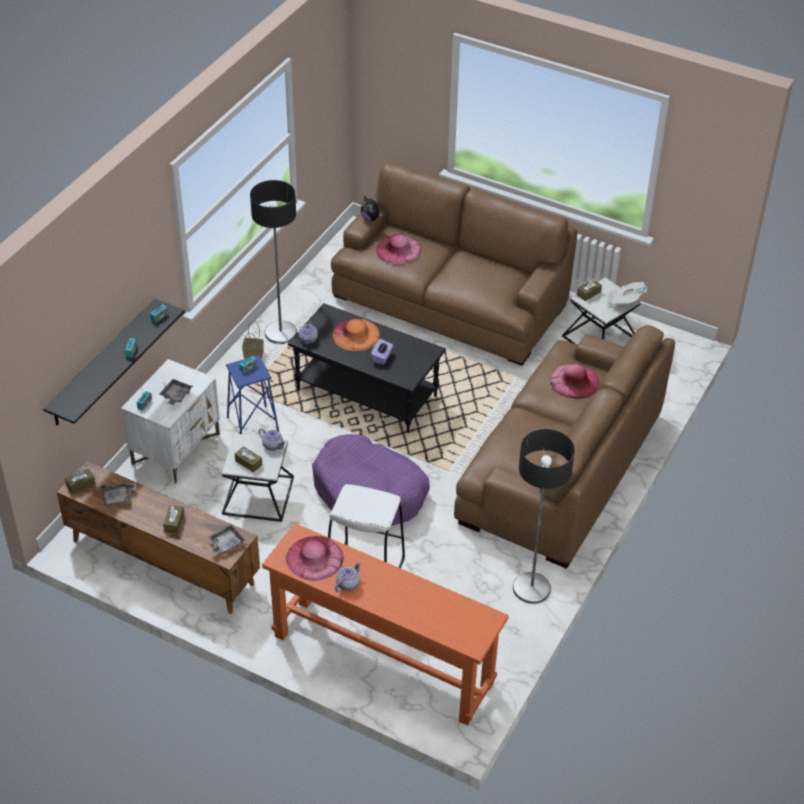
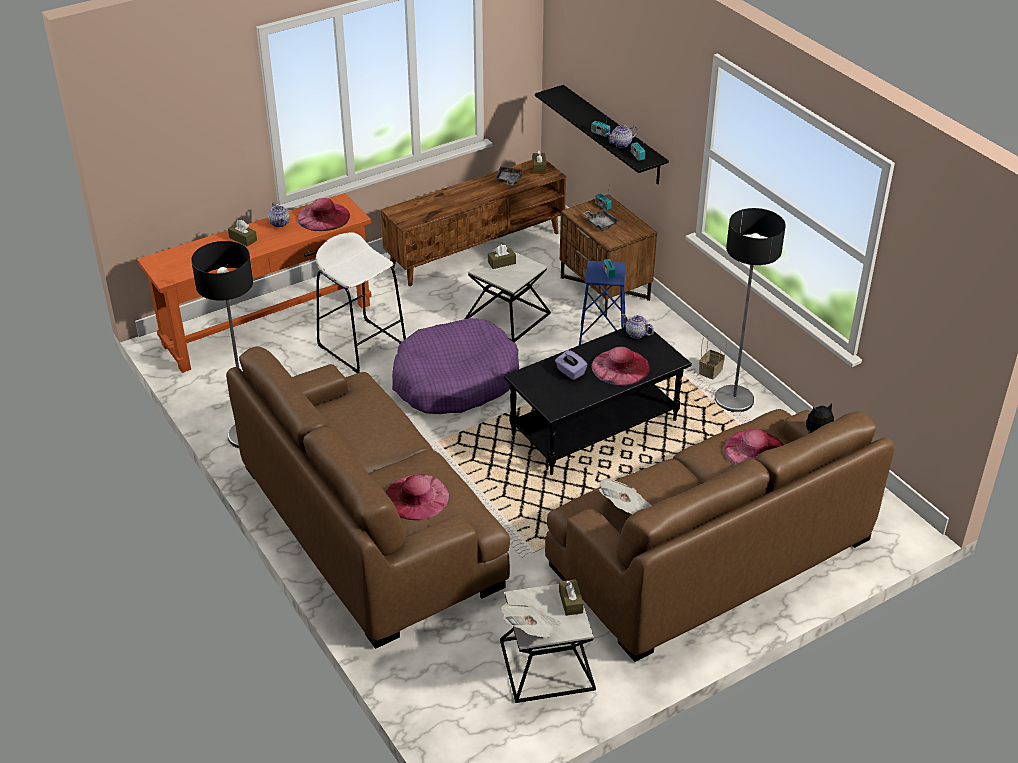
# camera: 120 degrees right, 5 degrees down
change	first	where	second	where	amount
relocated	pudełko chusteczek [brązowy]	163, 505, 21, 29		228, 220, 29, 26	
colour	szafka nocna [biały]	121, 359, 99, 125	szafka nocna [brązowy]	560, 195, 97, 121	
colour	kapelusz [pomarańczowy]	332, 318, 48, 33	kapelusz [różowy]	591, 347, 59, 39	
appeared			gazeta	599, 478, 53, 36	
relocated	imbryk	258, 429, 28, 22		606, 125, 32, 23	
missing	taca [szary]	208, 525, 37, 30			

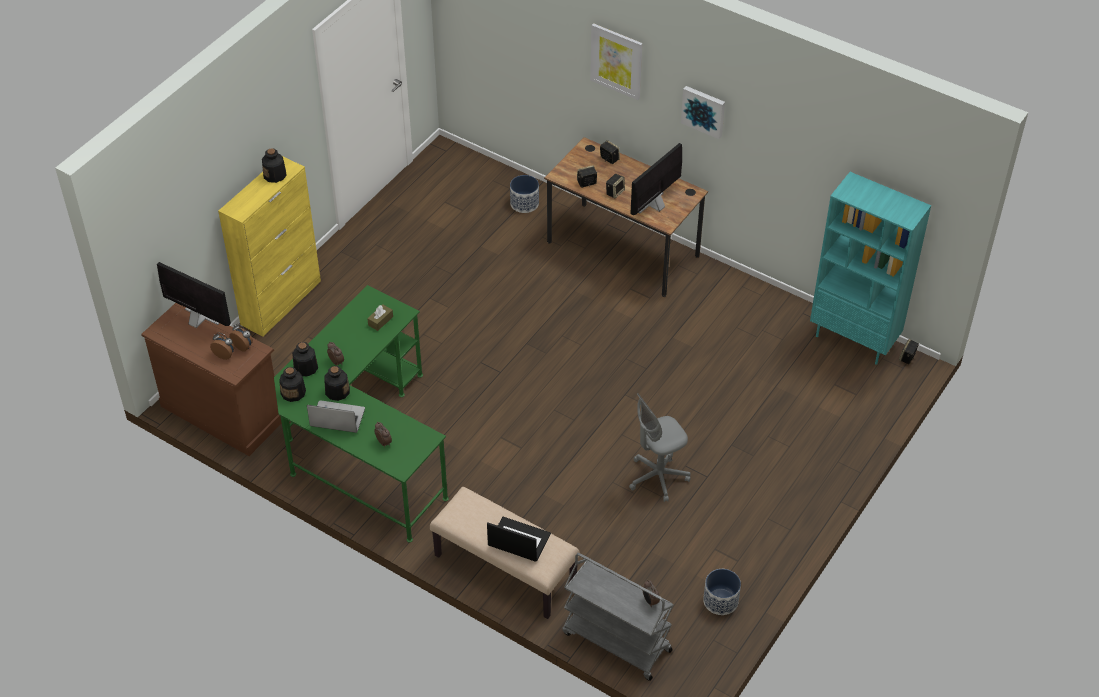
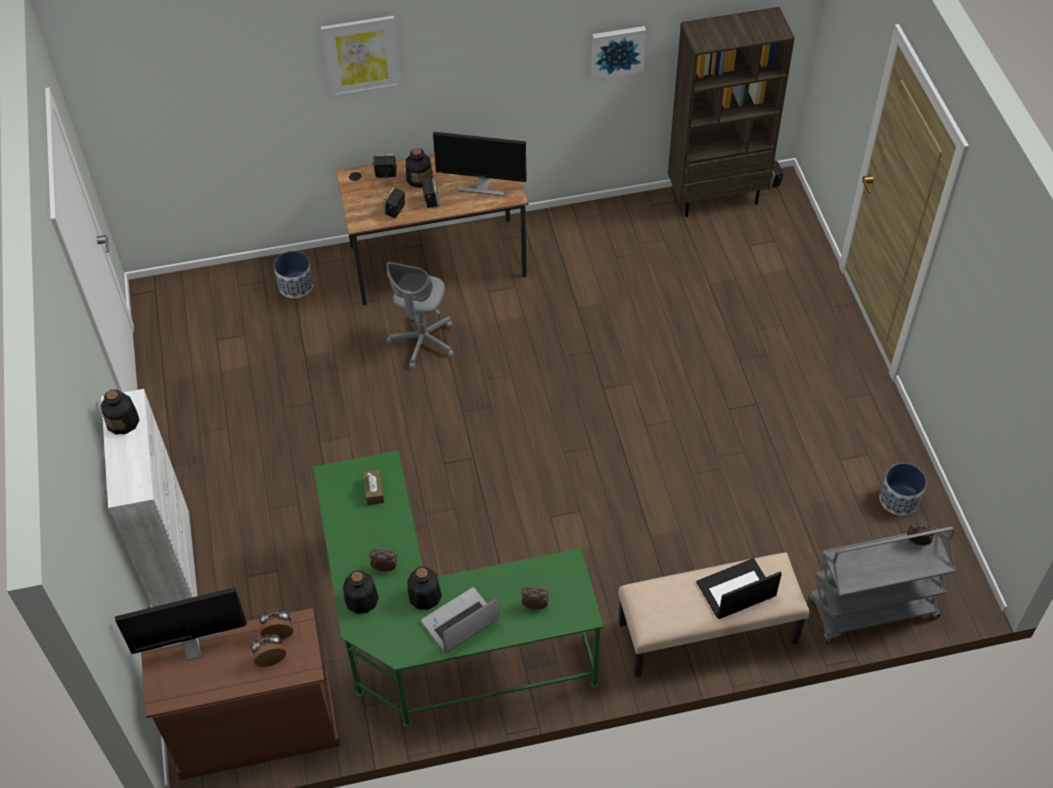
# camera: 45 degrees left, 5 degrees up
change	first	where	second	where	amount
colour	szafka [żółty]	218, 157, 103, 180	szafka [biały]	101, 389, 96, 218	
relocated	krzesło biurowe [szary]	629, 393, 62, 109		387, 262, 67, 107	
relocated	butelka	279, 367, 27, 35		406, 148, 27, 40	
spun	monitor	630, 143, 52, 72		433, 132, 94, 64	75 degrees counterclockwise
relocated	obraz	681, 86, 44, 53		591, 26, 55, 54	
colour	regał [turkusowy]	810, 172, 121, 192	regał [brązowy]	668, 7, 127, 210	

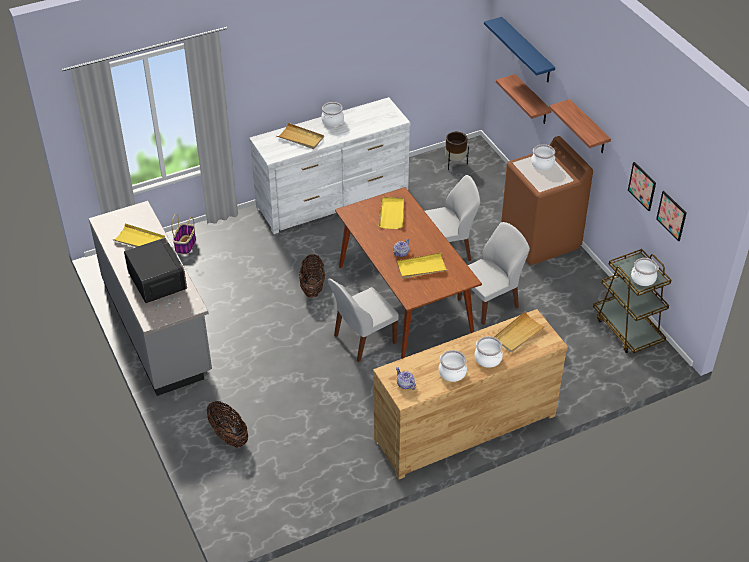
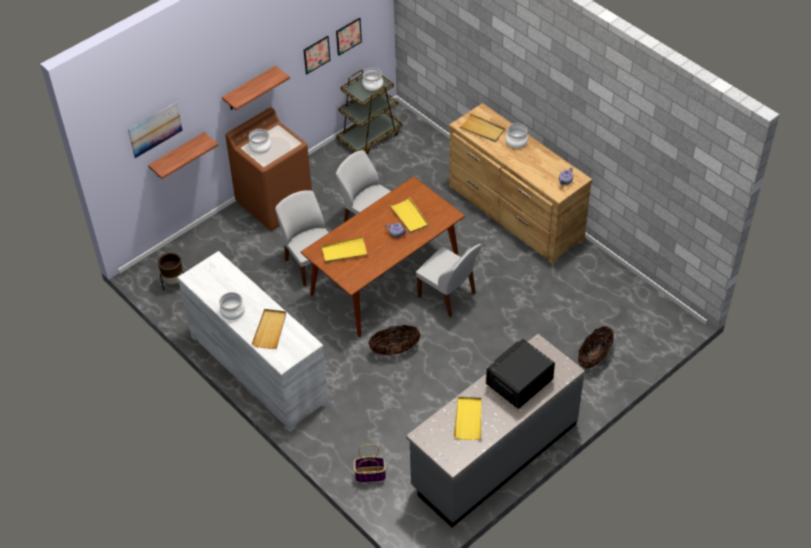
# camera: 105 degrees left, 5 degrees up
change	first	where	second	where	amount
exchanged	półka [niebieski]	484, 17, 71, 65	obraz	128, 102, 55, 56	
missing	garnek	439, 350, 28, 32			

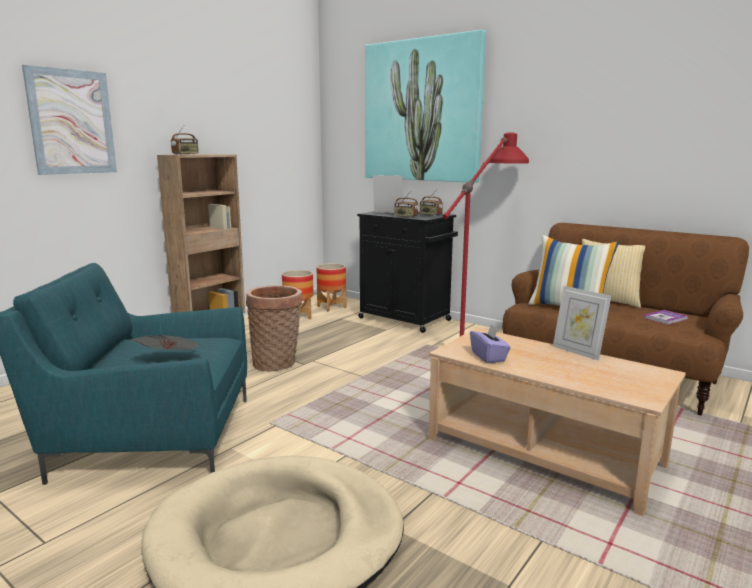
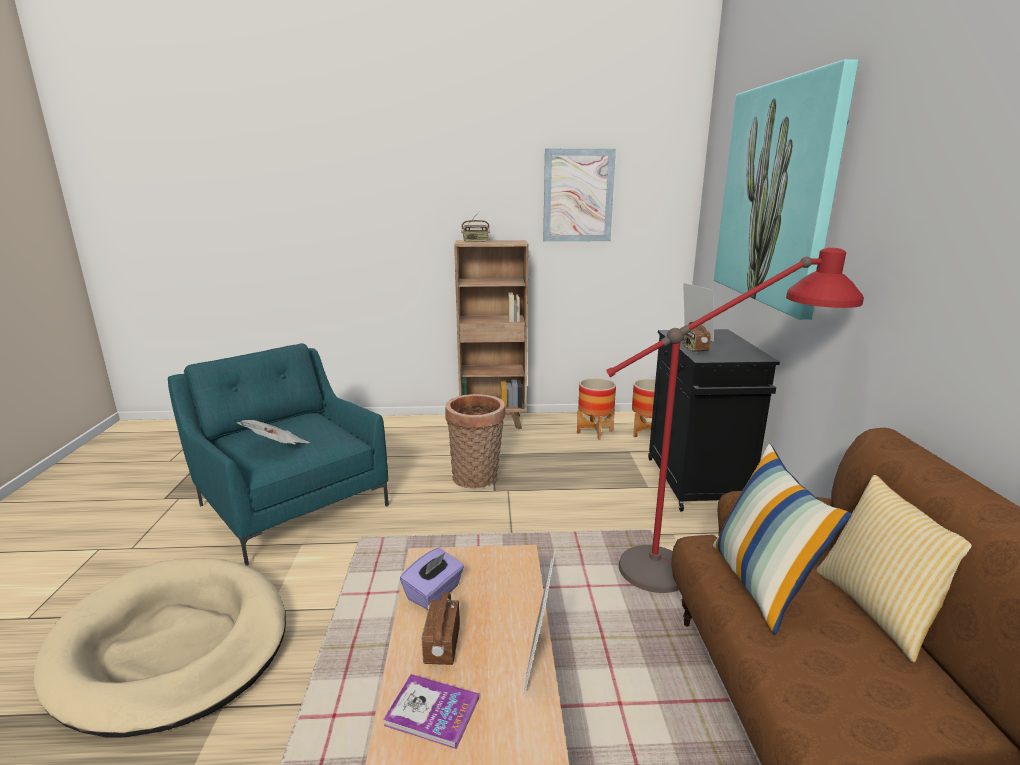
# camera: 50 degrees right, 5 degrees up
change	first	where	second	where	amount
relocated	książka	644, 310, 44, 15		383, 674, 96, 75	
relocated	radio	420, 189, 23, 27		421, 592, 39, 73	
relocated	obraz	22, 65, 95, 110		543, 149, 73, 93	

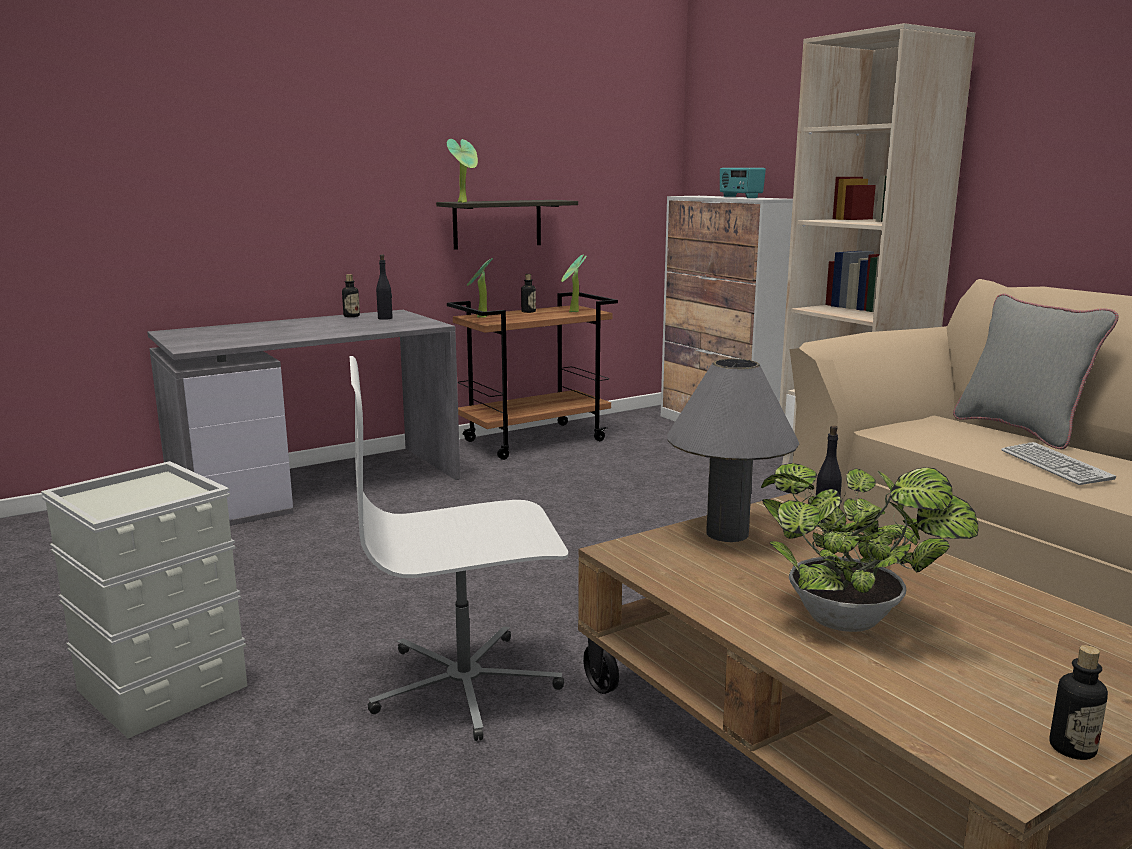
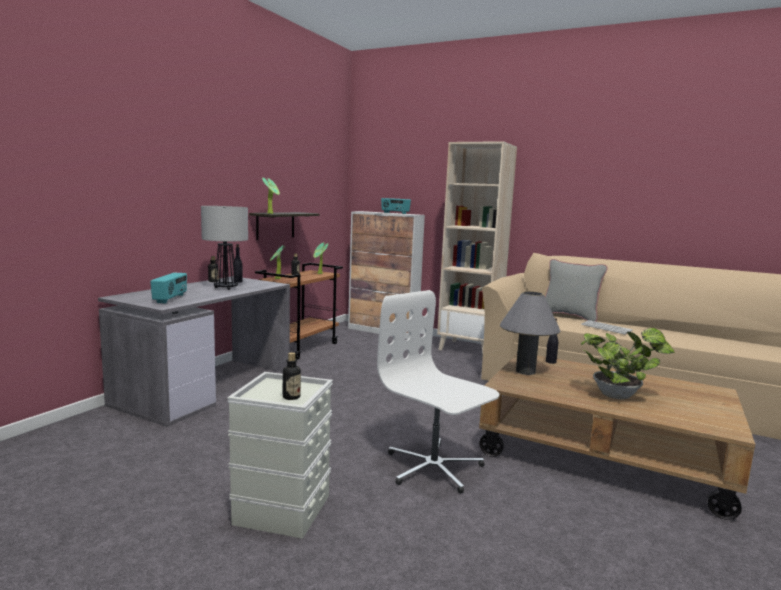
# camera: 30 degrees left, 5 degrees down
change	first	where	second	where	amount
appeared			radio	150, 273, 37, 31	
appeared			lampa stołowa	201, 206, 47, 84	
relocated	butelka	1049, 645, 59, 115		283, 352, 18, 48	
spun	krzesło biurowe [biały]	350, 356, 218, 385		377, 290, 122, 204	90 degrees clockwise

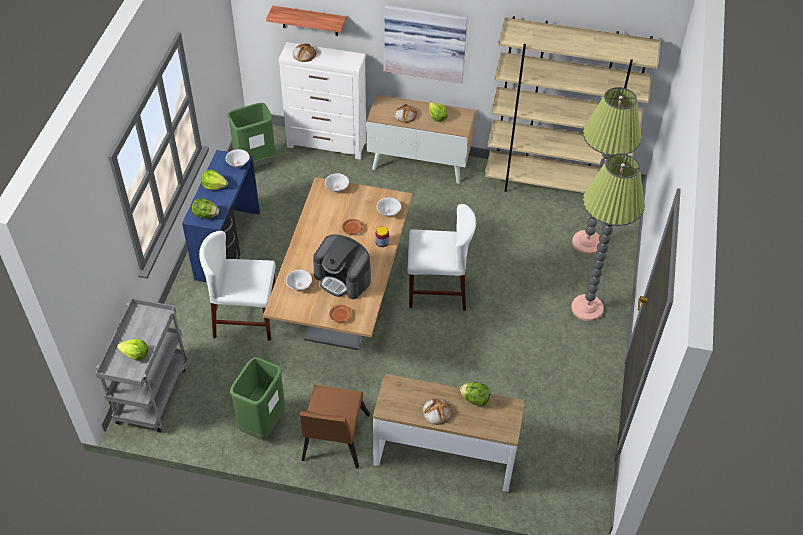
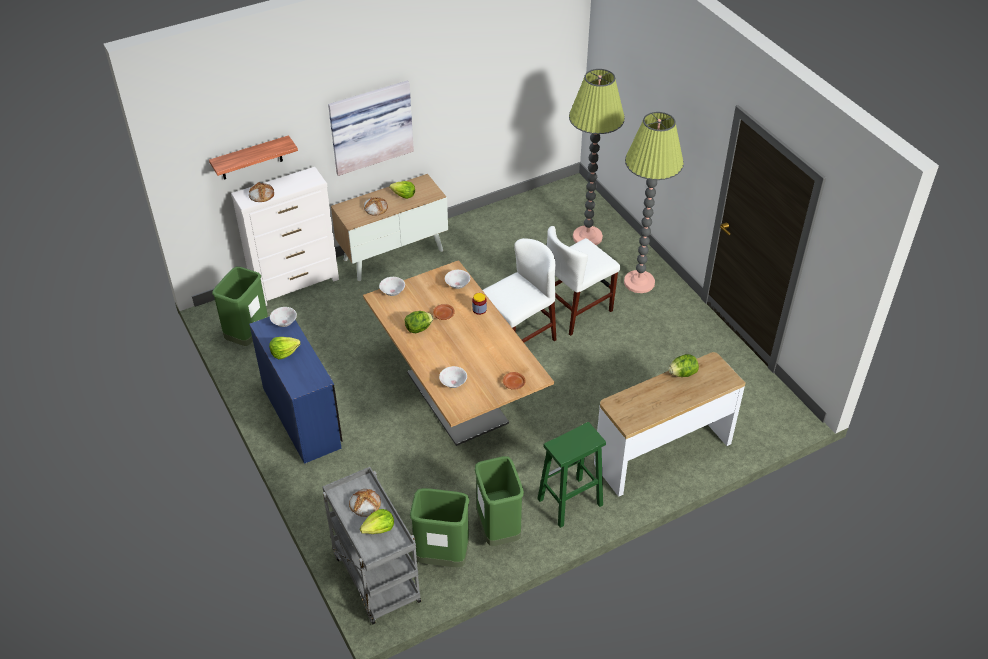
# camera: 40 degrees left, 5 degrees down
change	first	where	second	where	amount
relocated	chleb	423, 398, 29, 27		349, 489, 32, 28	
relocated	sałata	192, 199, 27, 20		405, 311, 28, 22	
appeared			kosz na śmieci [zielony]	410, 488, 59, 79	
exchanged	krzesło [brązowy]	300, 385, 70, 84	stołek [zielony]	537, 422, 69, 106	
relocated	krzesło [biały]	199, 231, 77, 110		547, 226, 73, 110	
missing	ekspres do kawy	313, 234, 58, 65			
missing	regał [beżowy]	484, 16, 177, 177			

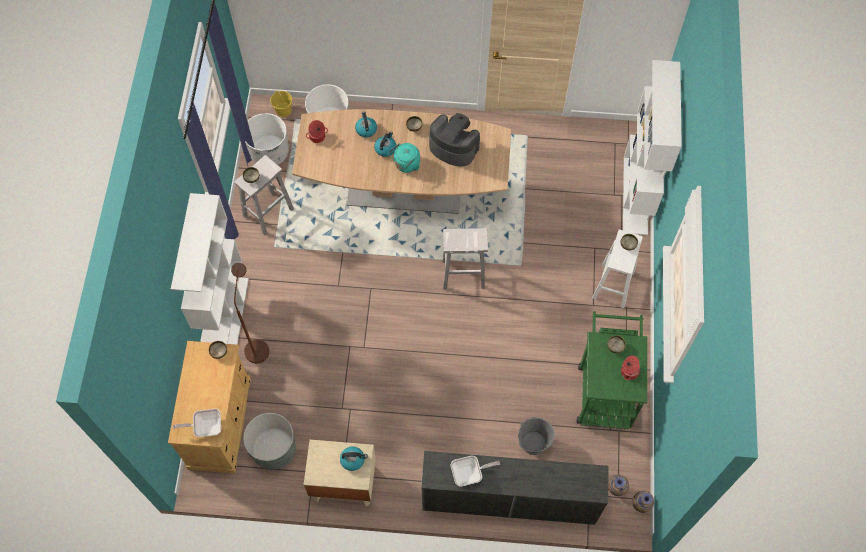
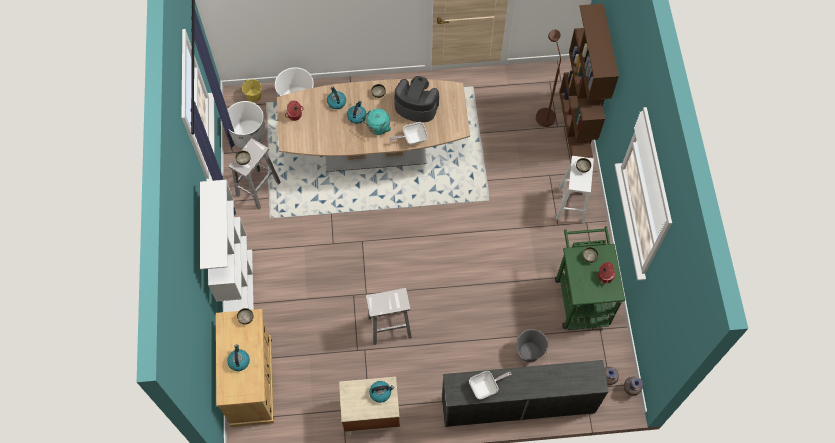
# camera: 10 degrees left, 0 degrees up
change	first	where	second	where	amount
appeared			czajnik	227, 344, 23, 27	
relocated	stołek [biały]	442, 228, 46, 62		366, 288, 46, 57	
relocated	patelnia	173, 409, 48, 28		389, 122, 39, 23	
relocated	lampa stojąca [brązowy]	231, 263, 38, 100		536, 29, 25, 98	
colour	regał [biały]	623, 60, 59, 175	regał [brązowy]	559, 3, 60, 156	
missing	donica [szary]	243, 413, 53, 57			

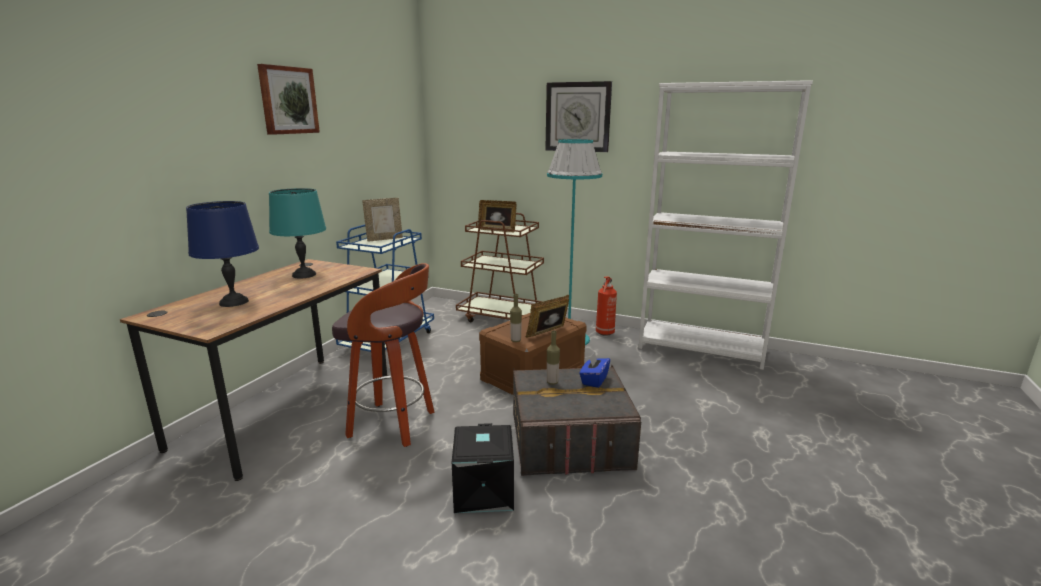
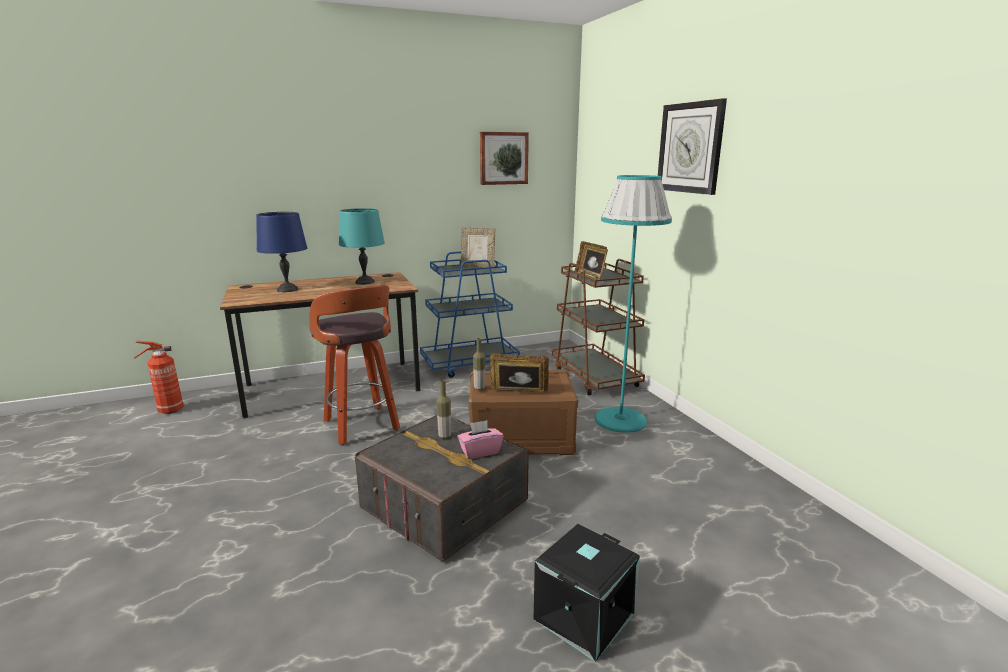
# camera: 45 degrees right, 0 degrees up
change	first	where	second	where	amount
relocated	gaśnica	596, 276, 21, 60		133, 341, 51, 73	
colour	pudełko chusteczek [niebieski]	579, 352, 31, 36	pudełko chusteczek [różowy]	458, 420, 45, 39	
relocated	obraz	257, 64, 63, 71		480, 132, 49, 53	
relocated	pojemnik do przechowywania [czarny]	452, 423, 62, 90		533, 524, 107, 138	
missing	regał [biały]	638, 80, 175, 290			

